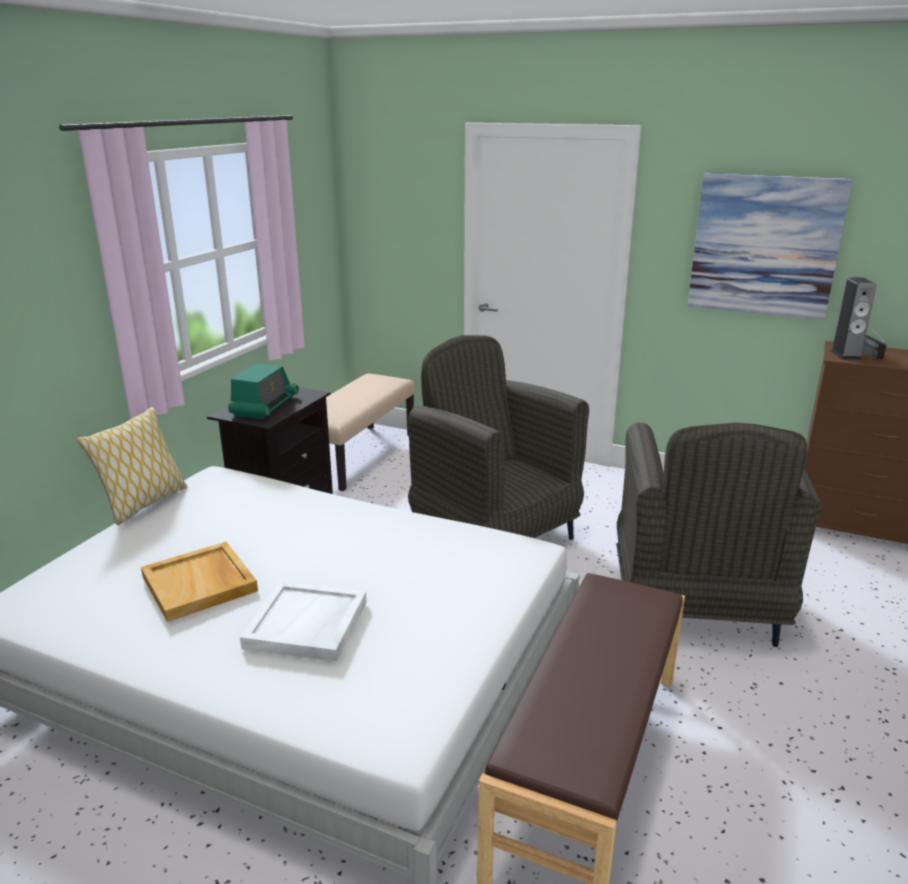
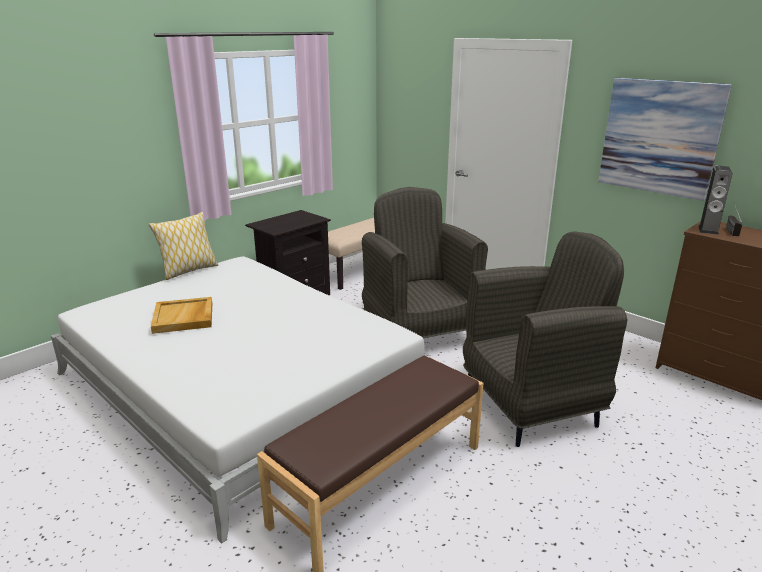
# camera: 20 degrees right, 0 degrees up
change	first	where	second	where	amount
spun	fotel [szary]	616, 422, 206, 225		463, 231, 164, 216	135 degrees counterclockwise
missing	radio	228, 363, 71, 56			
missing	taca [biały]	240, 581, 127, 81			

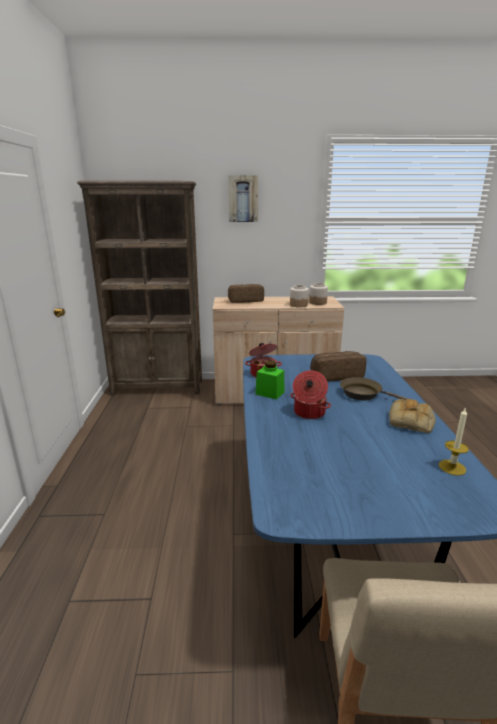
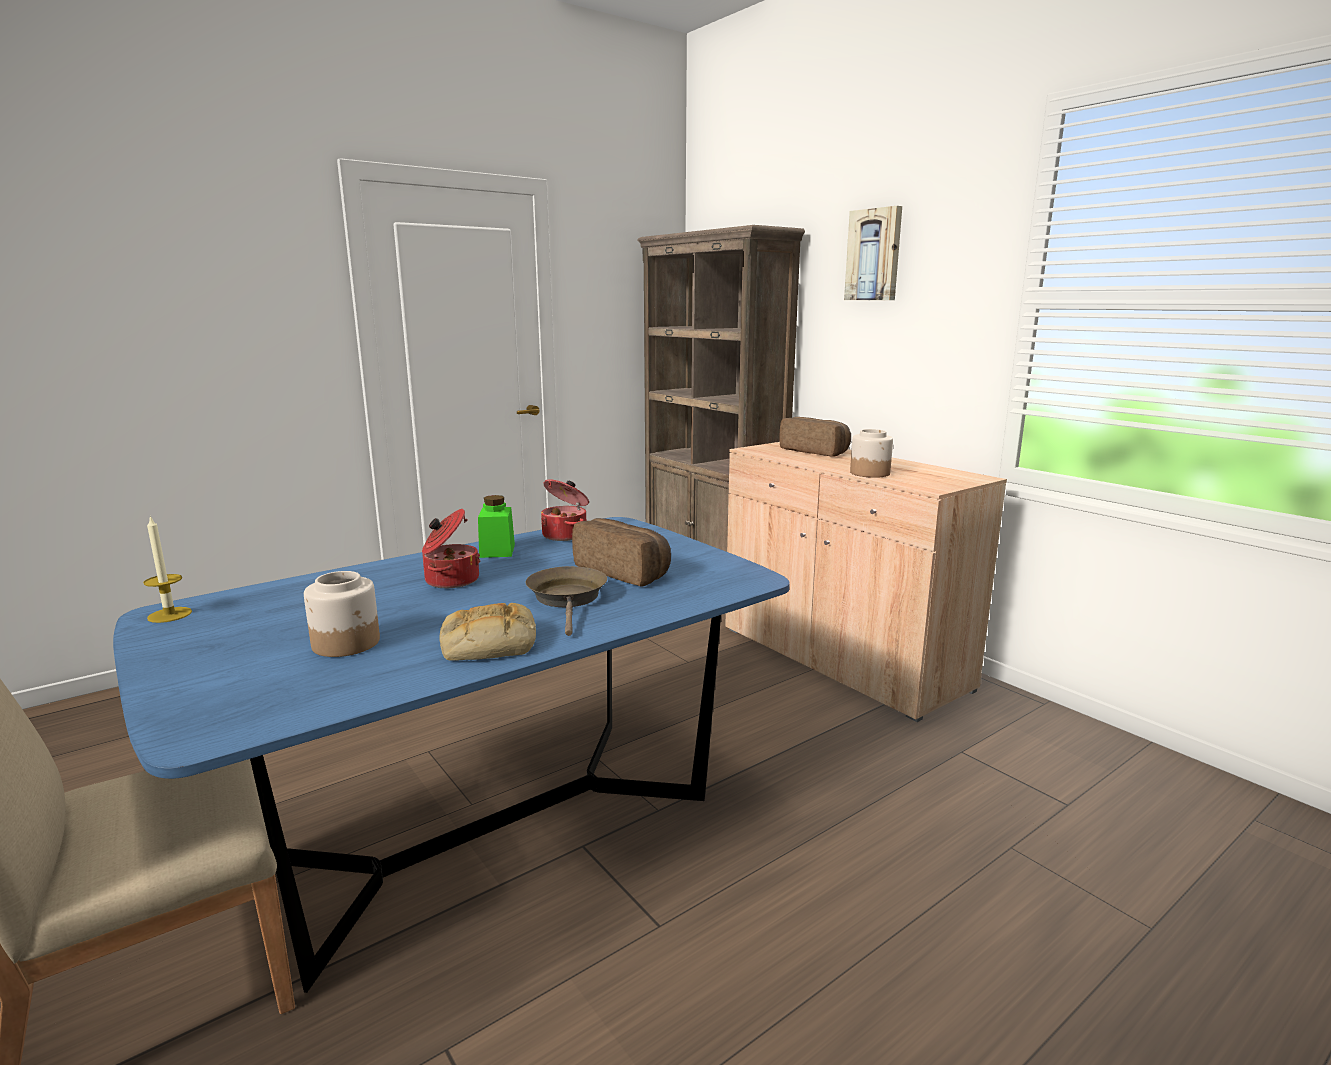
# camera: 55 degrees right, 5 degrees down
change	first	where	second	where	amount
relocated	świeca	439, 407, 30, 68		143, 516, 49, 107	
relocated	słoik	309, 283, 19, 22		304, 571, 76, 86	

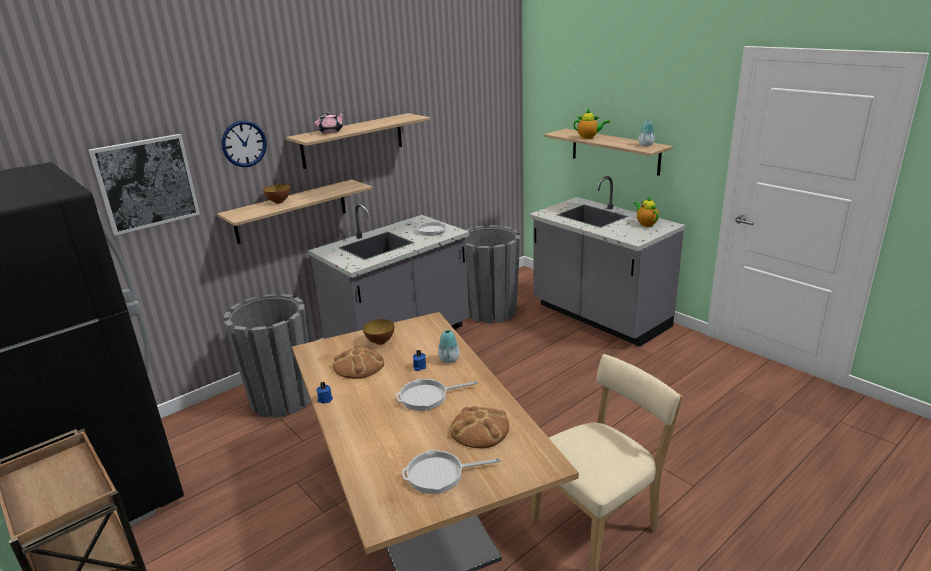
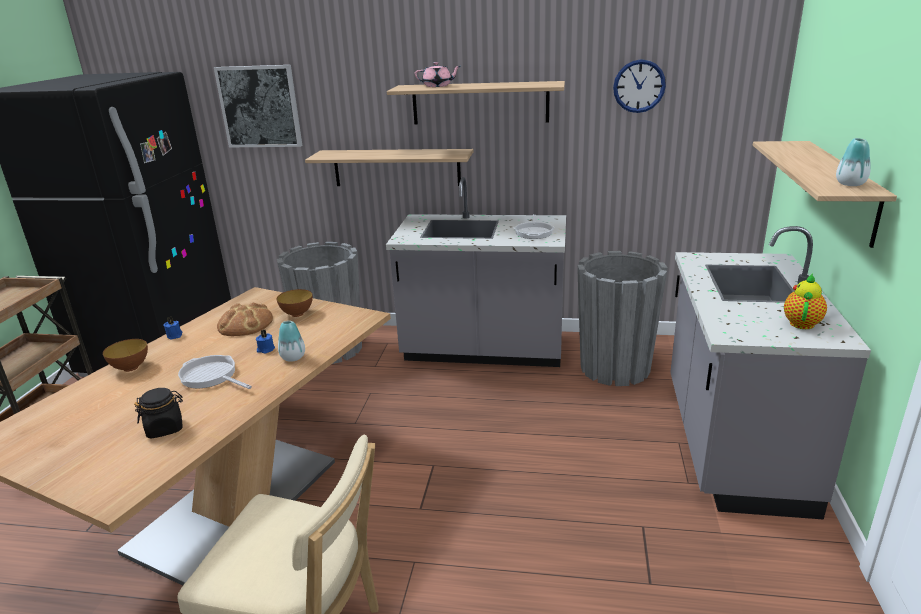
# camera: 50 degrees right, 0 degrees up
change	first	where	second	where	amount
relocated	miska	263, 184, 27, 20		103, 339, 45, 33	
exchanged	chleb	451, 406, 58, 42	słoik [czarny]	134, 388, 49, 51	
relocated	zegar ścienny	221, 121, 46, 46		613, 59, 53, 54	
missing	patelnia	402, 450, 99, 44			
missing	imbryk	573, 109, 37, 30			

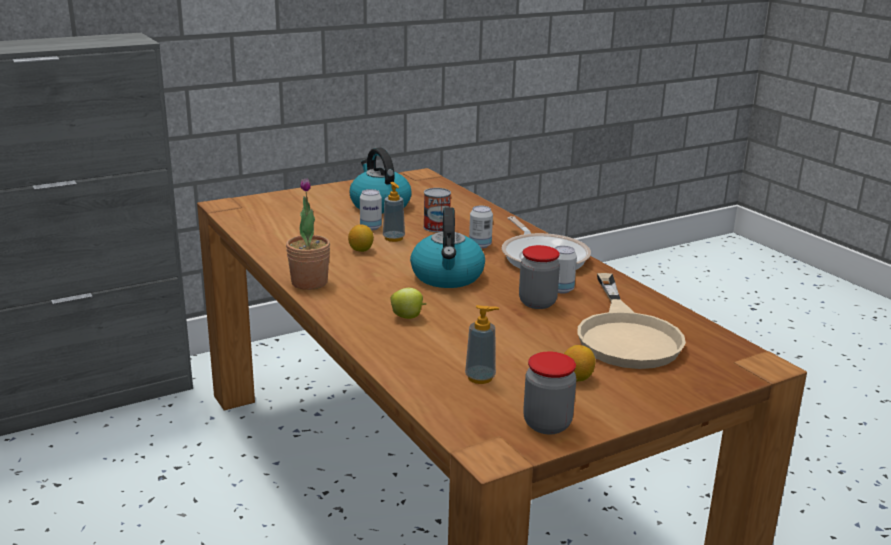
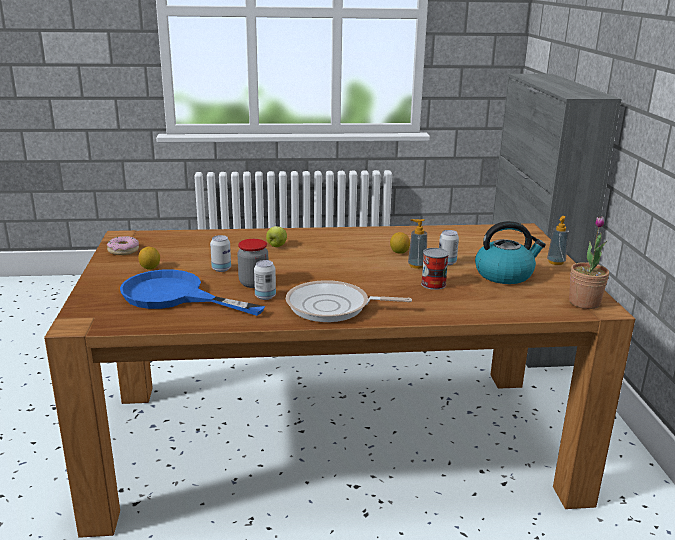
# camera: 115 degrees right, 0 degrees up
change	first	where	second	where	amount
exchanged	słoik	523, 352, 54, 82	donut	107, 236, 32, 19	
colour	patelnia [beżowy]	577, 273, 109, 96	patelnia [niebieski]	120, 270, 145, 46	
relocated	puszka	469, 206, 24, 43		210, 235, 21, 37	
relocated	dozownik mydła	465, 305, 34, 79		547, 216, 22, 49	
relocated	roślina doniczkowa	286, 178, 44, 112		569, 216, 40, 93	
missing	czajnik	410, 207, 75, 81			

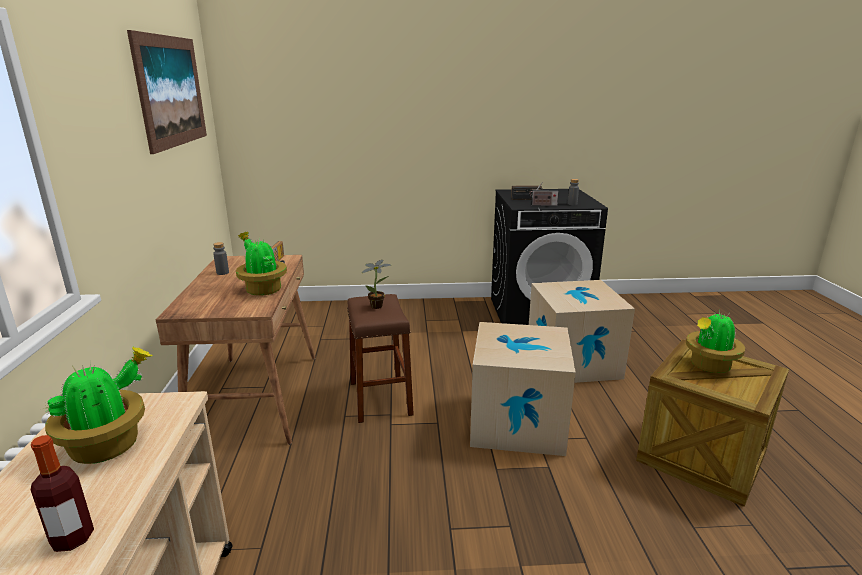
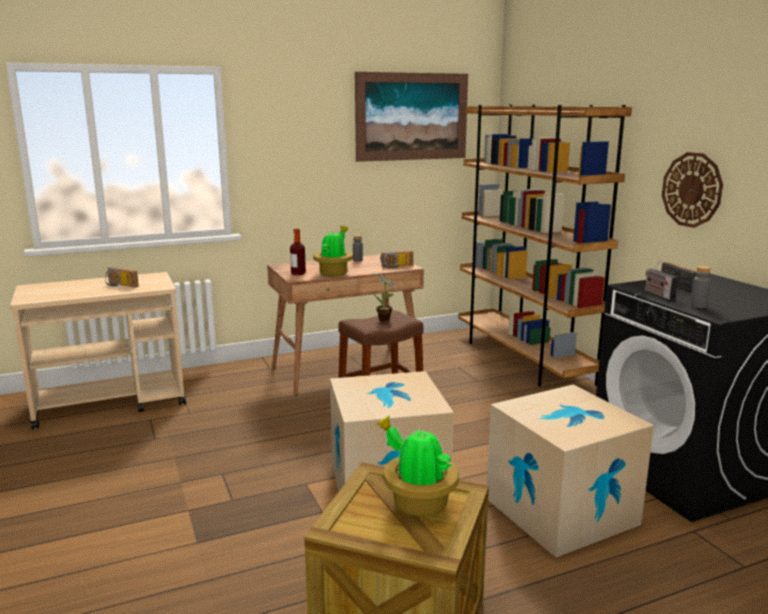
# camera: 70 degrees right, 5 degrees down
change	first	where	second	where	amount
exchanged	roślina doniczkowa	40, 347, 112, 117	radio	105, 267, 33, 21	
relocated	butelka	31, 435, 63, 117		290, 228, 16, 47	
appeared			regał [brązowy]	458, 105, 174, 281	
appeared			zegar ścienny	662, 152, 61, 76	

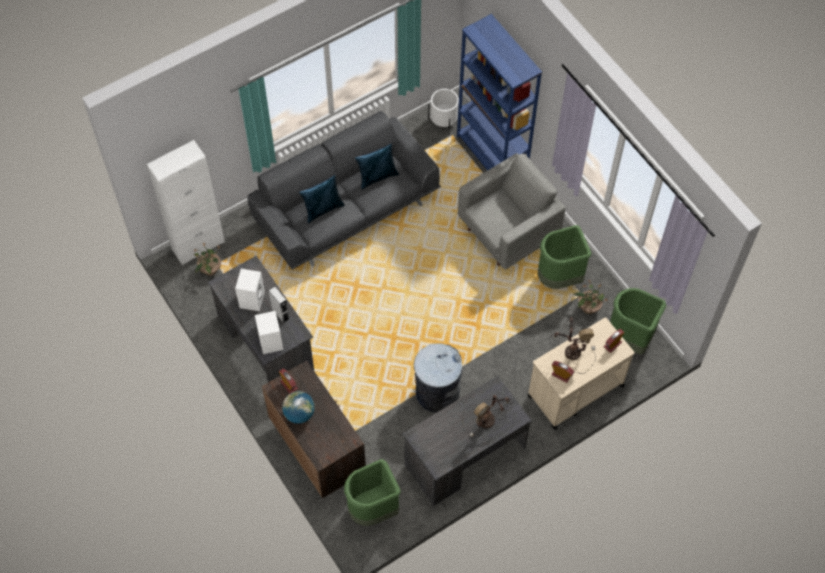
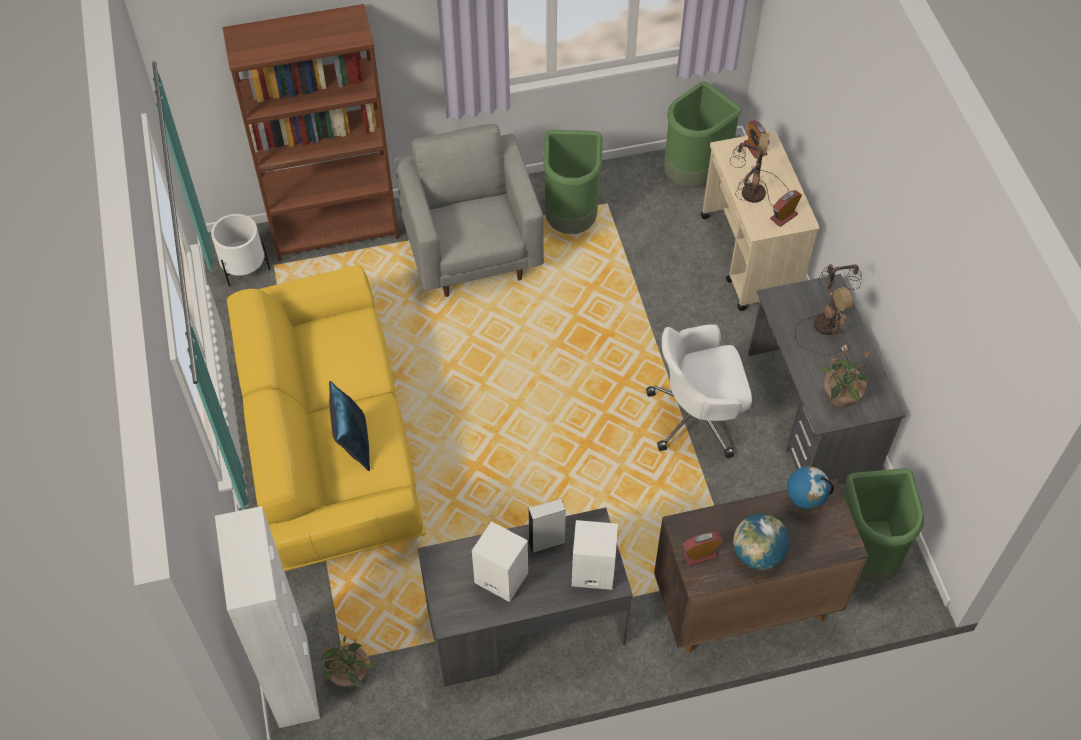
# camera: 70 degrees left, 5 degrees down
change	first	where	second	where	amount
colour	regał [niebieski]	457, 14, 85, 157	regał [brązowy]	222, 4, 177, 257	
colour	kanapa [szary]	248, 111, 193, 158	kanapa [żółty]	227, 265, 199, 306	
exchanged	kosz na śmieci [szary]	414, 343, 48, 70	krzesło biurowe [biały]	646, 324, 106, 134	
appeared			globus	787, 466, 47, 43	
relocated	roślina doniczkowa	573, 279, 35, 35		820, 346, 50, 62	
missing	poduszka [niebieski]	355, 144, 44, 45			

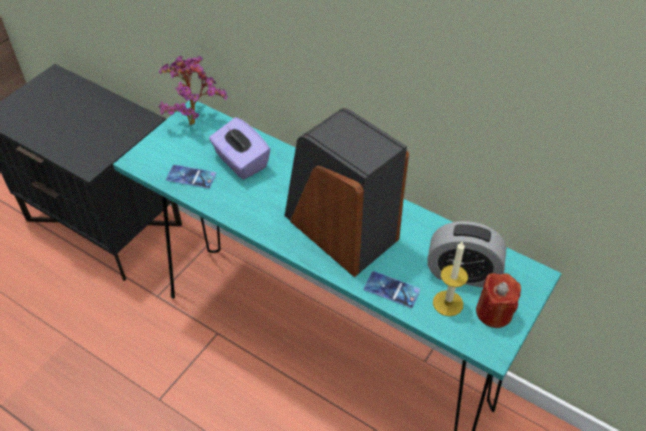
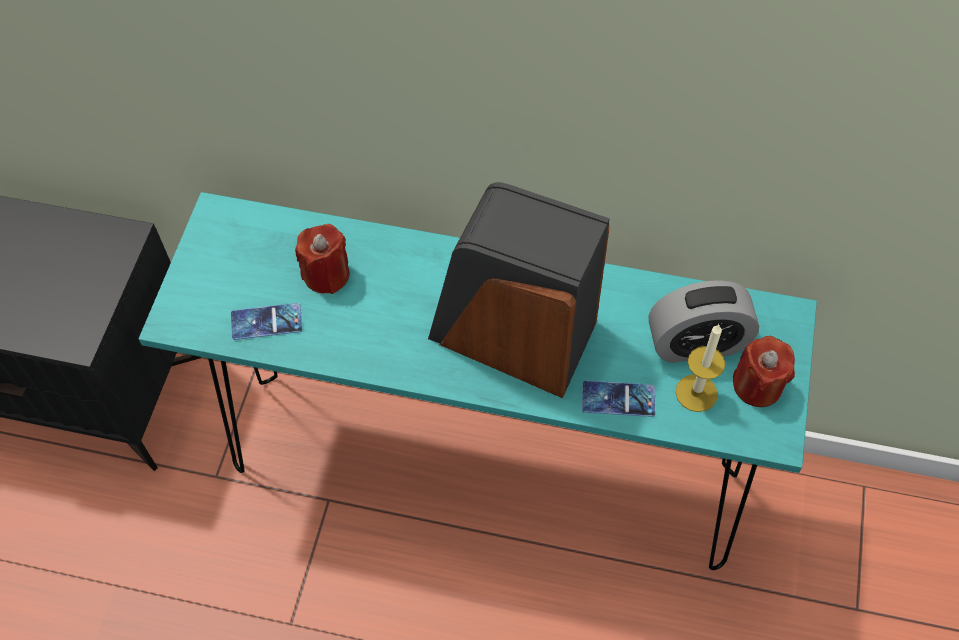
# camera: 20 degrees left, 10 degrees up
change	first	where	second	where	amount
exchanged	pudełko chusteczek [fioletowy]	209, 117, 61, 63	świeca [czerwony]	295, 224, 55, 70	
missing	roślina doniczkowa	159, 56, 69, 69			

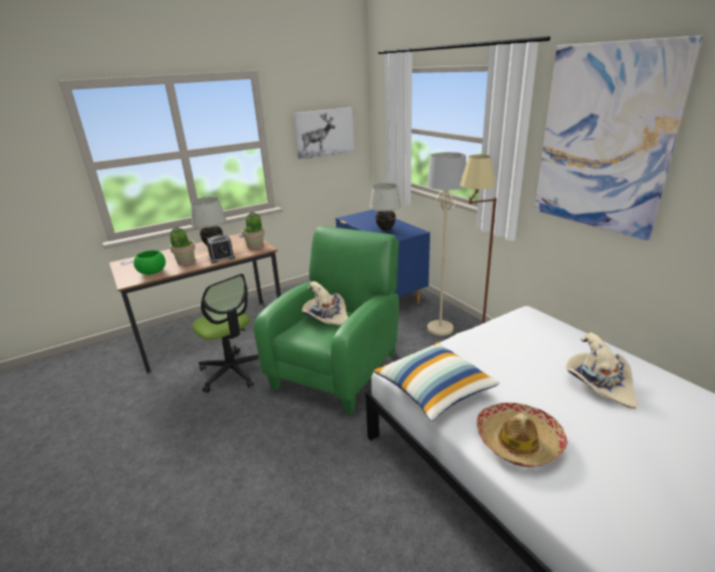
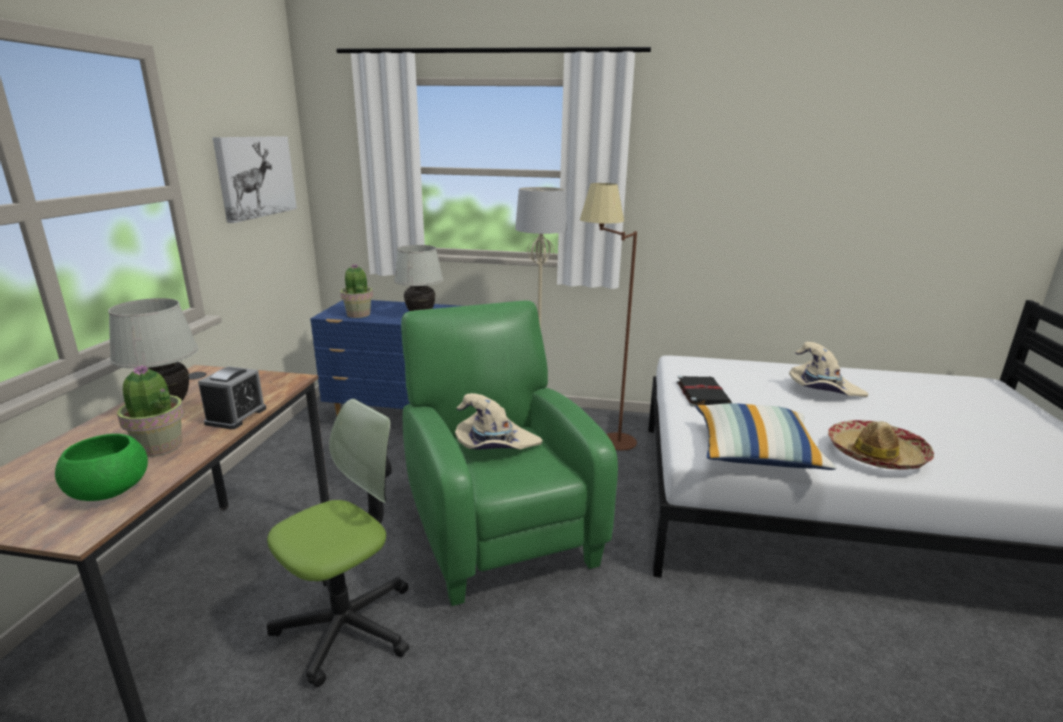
# camera: 50 degrees left, 5 degrees down
change	first	where	second	where	amount
spun	krzesło biurowe	192, 274, 67, 119		267, 399, 142, 288	45 degrees counterclockwise
relocated	roślina doniczkowa	242, 211, 23, 39		340, 264, 33, 54	
appeared			książka [czarny]	676, 376, 56, 30	
missing	obraz	535, 36, 168, 204			

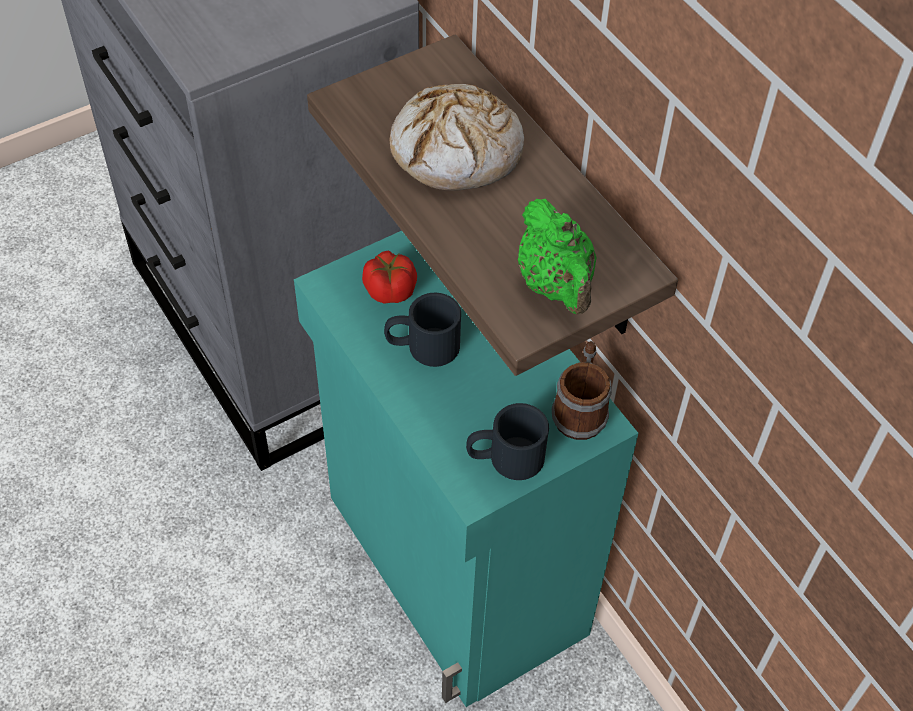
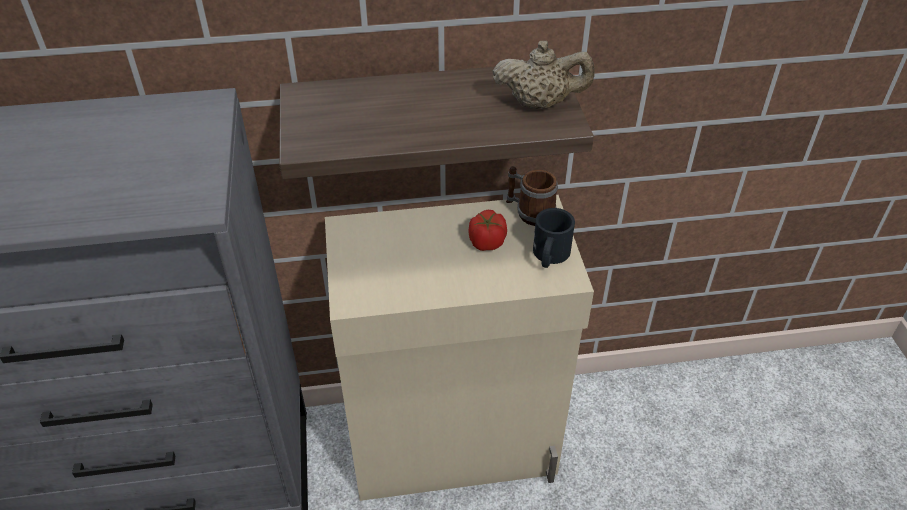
# camera: 65 degrees left, 10 degrees down
change	first	where	second	where	amount
colour	szafka [turkusowy]	294, 231, 344, 476	szafka [beżowy]	325, 195, 269, 306	
relocated	pomidor	362, 250, 55, 54		469, 210, 38, 41	
colour	imbryk [zielony]	518, 199, 79, 116	imbryk [beżowy]	493, 40, 102, 69	
missing	kubek [czarny]	384, 293, 77, 74			
missing	chleb	390, 84, 134, 107			

